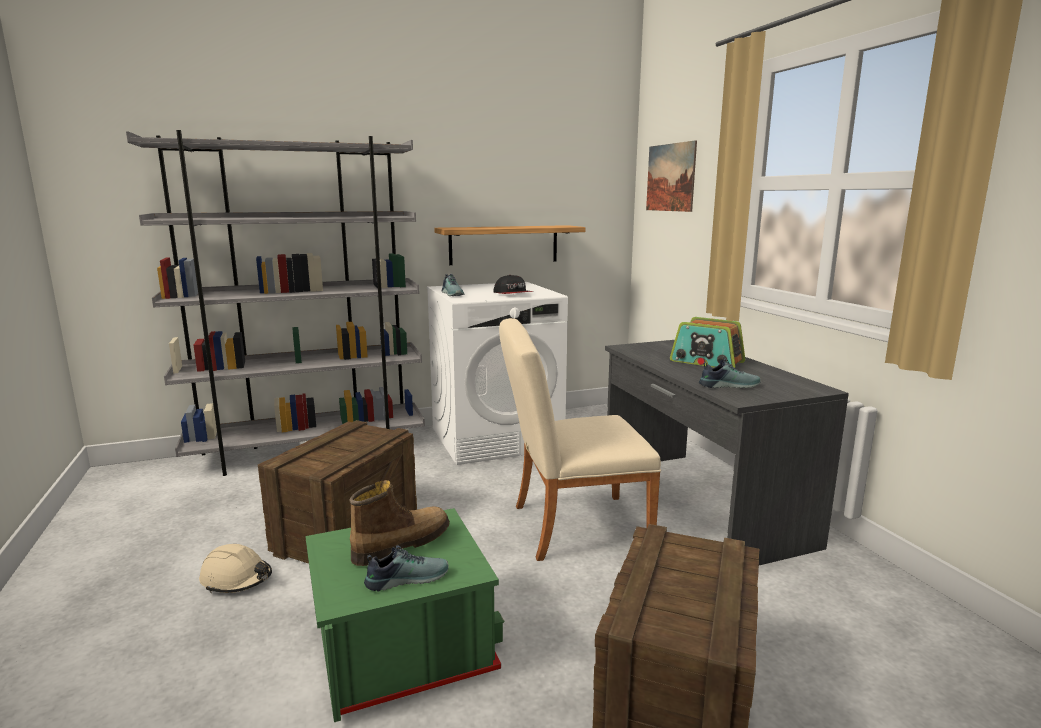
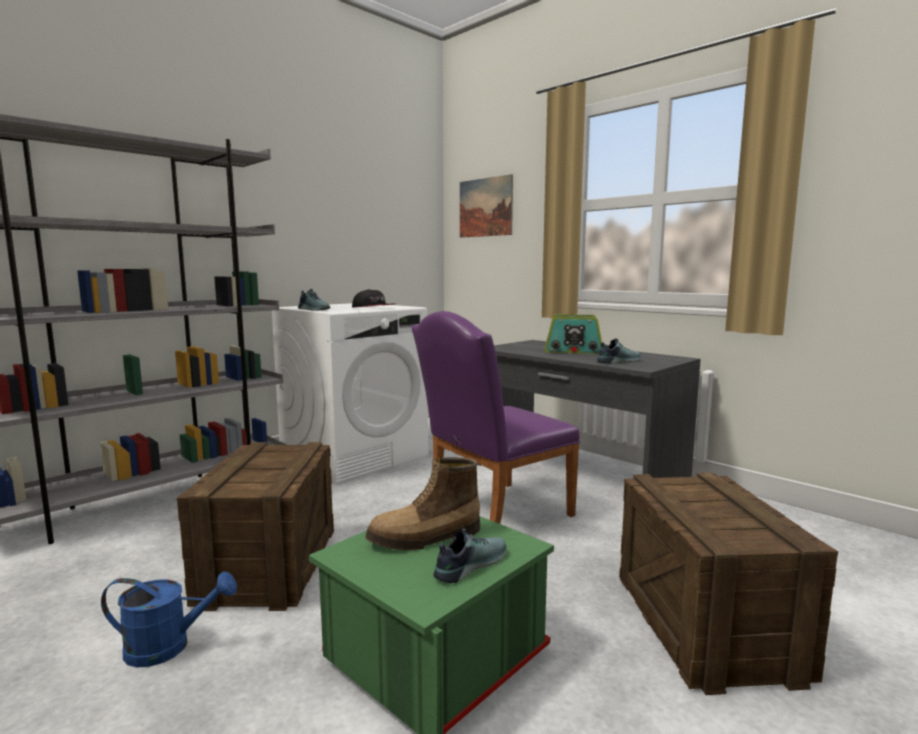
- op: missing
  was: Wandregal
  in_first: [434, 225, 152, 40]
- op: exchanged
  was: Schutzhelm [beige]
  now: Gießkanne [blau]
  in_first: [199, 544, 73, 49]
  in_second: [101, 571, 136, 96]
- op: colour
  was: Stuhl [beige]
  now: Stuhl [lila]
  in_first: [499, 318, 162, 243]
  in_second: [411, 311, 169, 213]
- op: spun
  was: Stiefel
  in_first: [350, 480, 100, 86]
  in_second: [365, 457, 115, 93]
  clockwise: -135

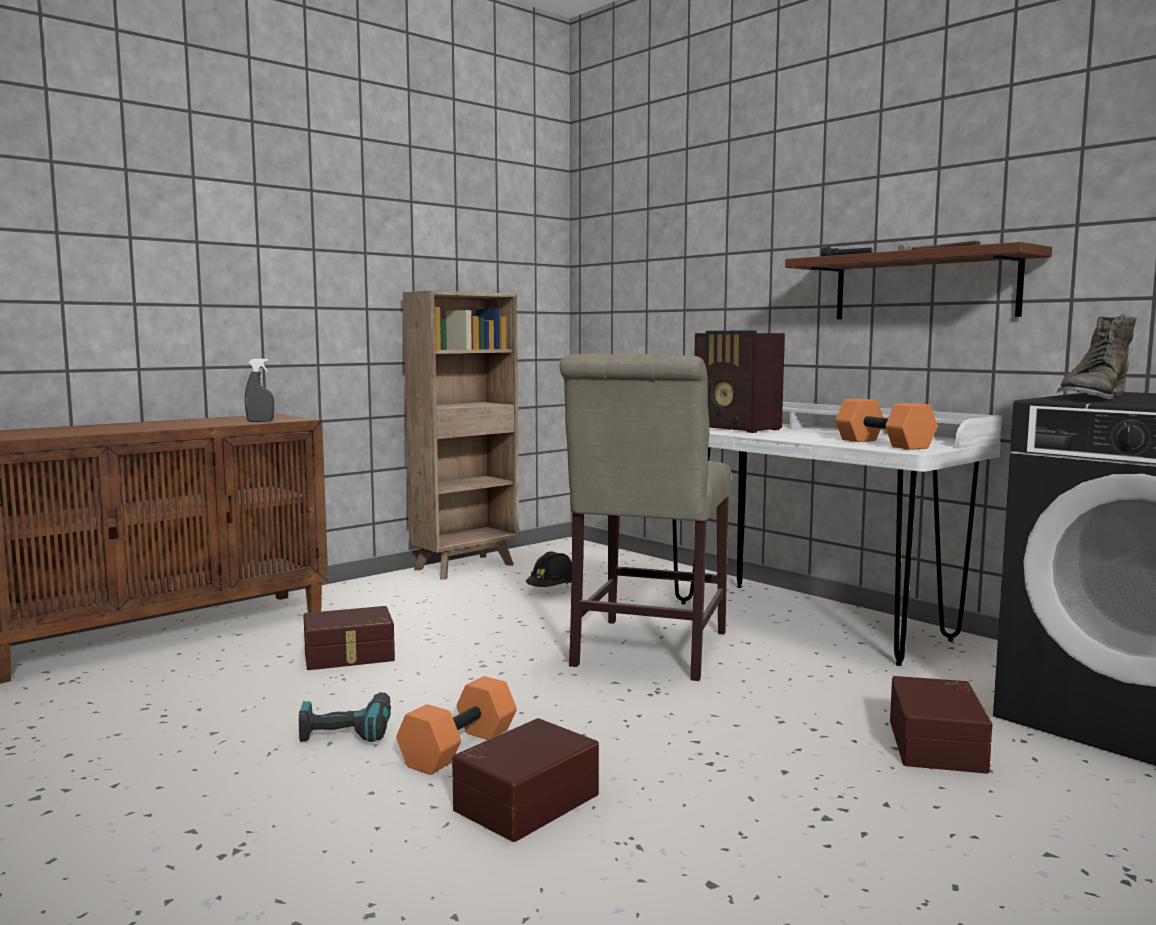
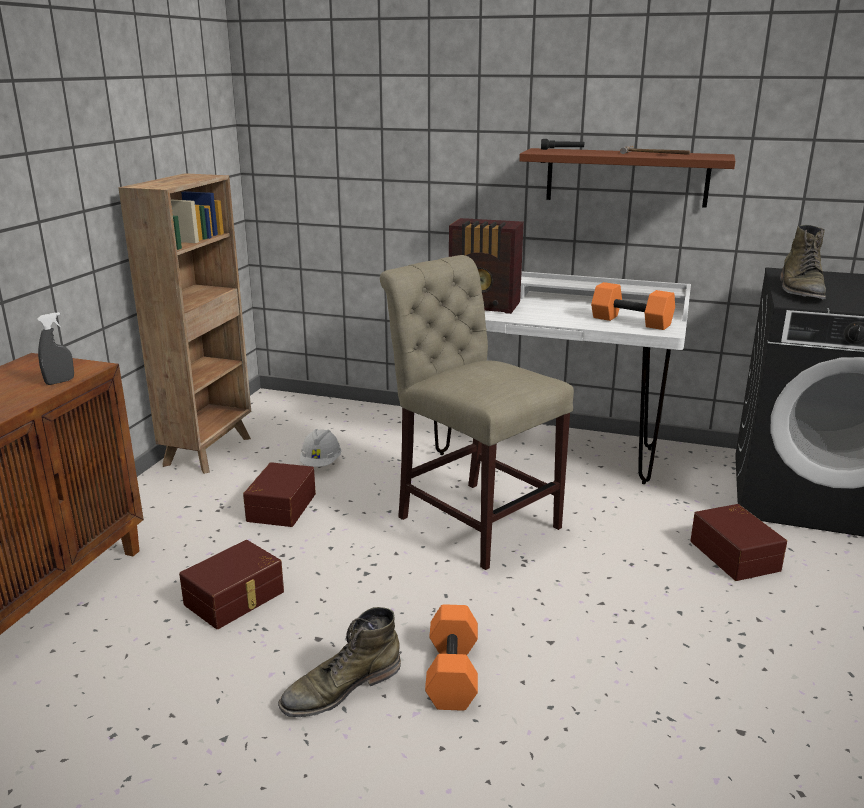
- op: relocated
  was: Aufbewahrungsbox [braun]
  in_first: [452, 718, 147, 124]
  in_second: [243, 462, 73, 65]
- op: exchanged
  was: Bohrmaschine
  now: Stiefel [grün]
  in_first: [299, 692, 92, 50]
  in_second: [278, 607, 123, 110]
- op: colour
  was: Schutzhelm [schwarz]
  now: Schutzhelm [weiß]
  in_first: [526, 551, 46, 36]
  in_second: [300, 429, 41, 38]
- op: spun
  was: Stuhl [beige]
  in_first: [560, 353, 171, 328]
  in_second: [380, 255, 194, 315]
  clockwise: 150

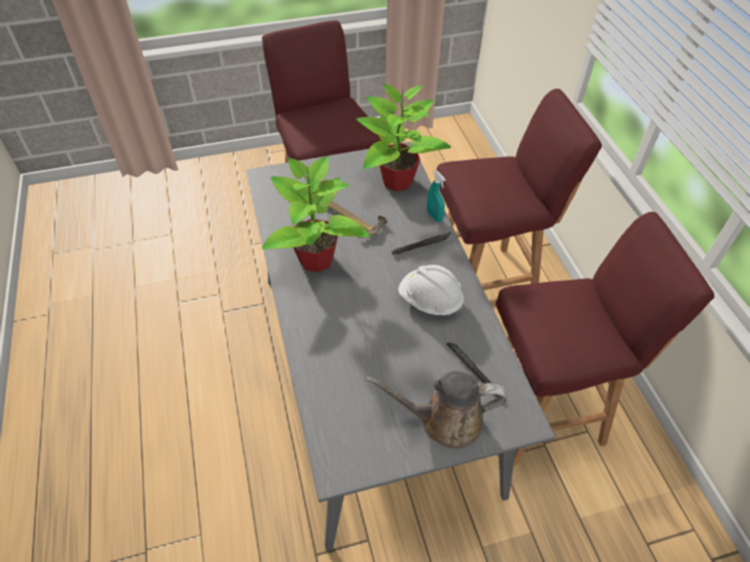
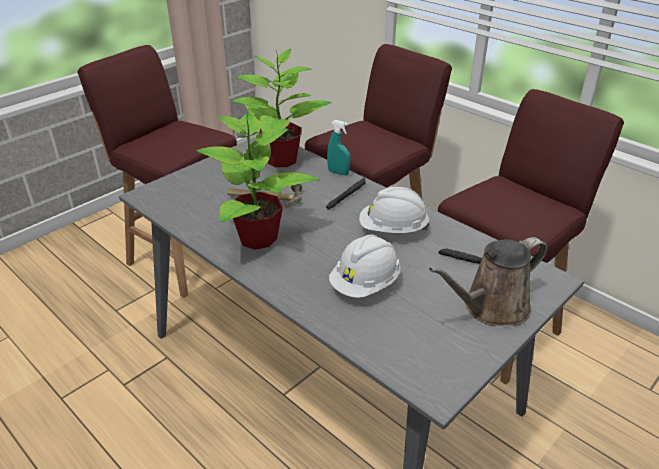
- op: appeared
  now: Schutzhelm [weiß]
  in_second: [329, 235, 72, 63]

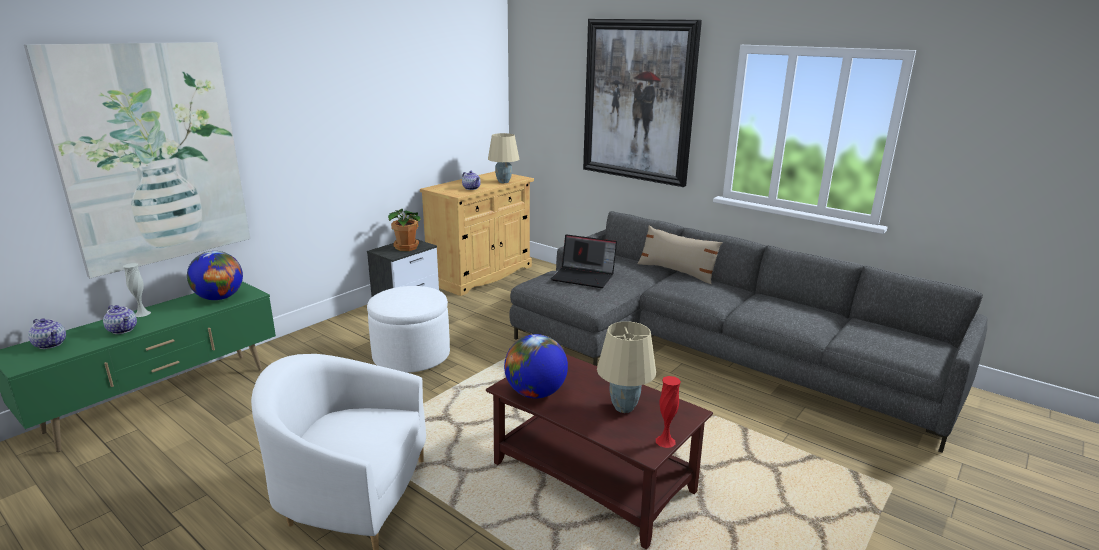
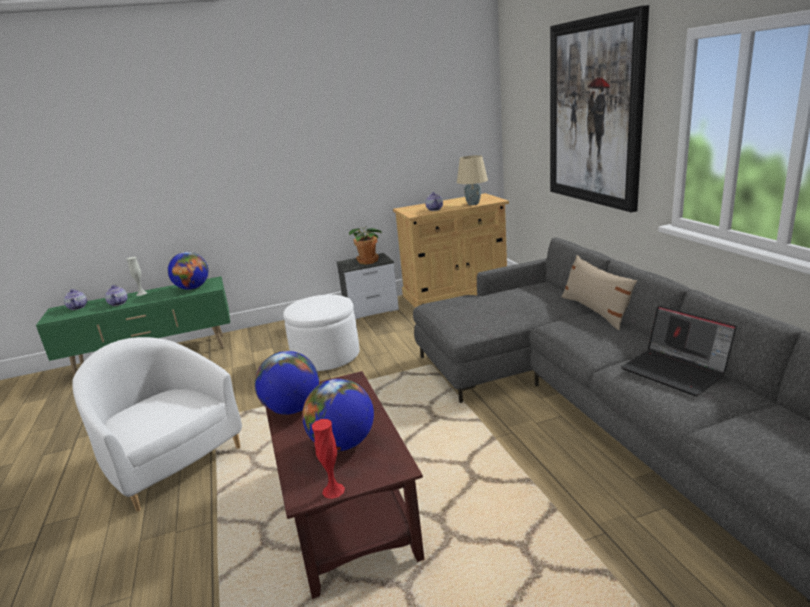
- op: missing
  was: Bild
  in_first: [24, 42, 227, 236]
- op: relocated
  was: Laptop
  in_first: [551, 234, 66, 54]
  in_second: [621, 305, 116, 91]
- op: exchanged
  was: Tischlampe [beige]
  now: Globus
  in_first: [597, 321, 59, 92]
  in_second: [302, 379, 72, 72]

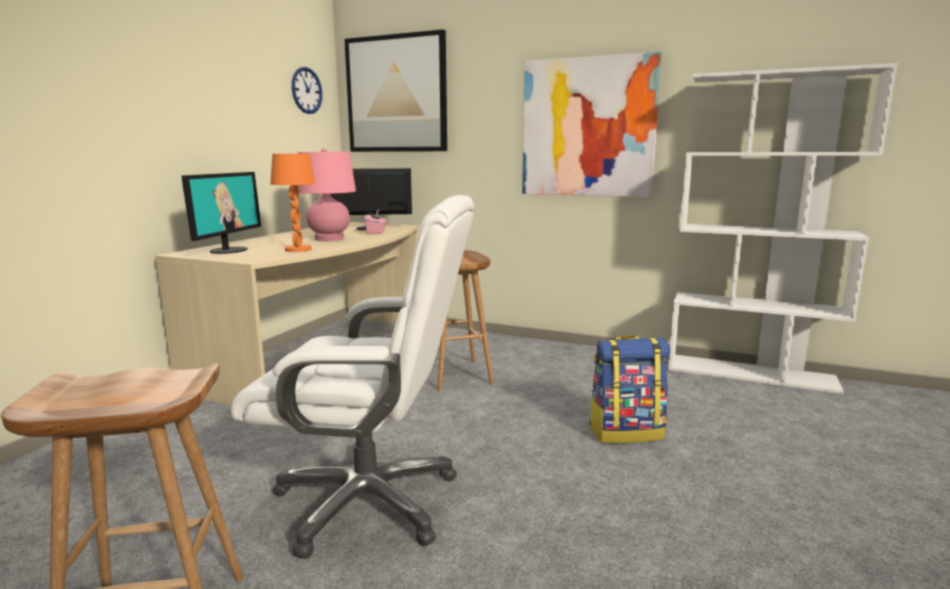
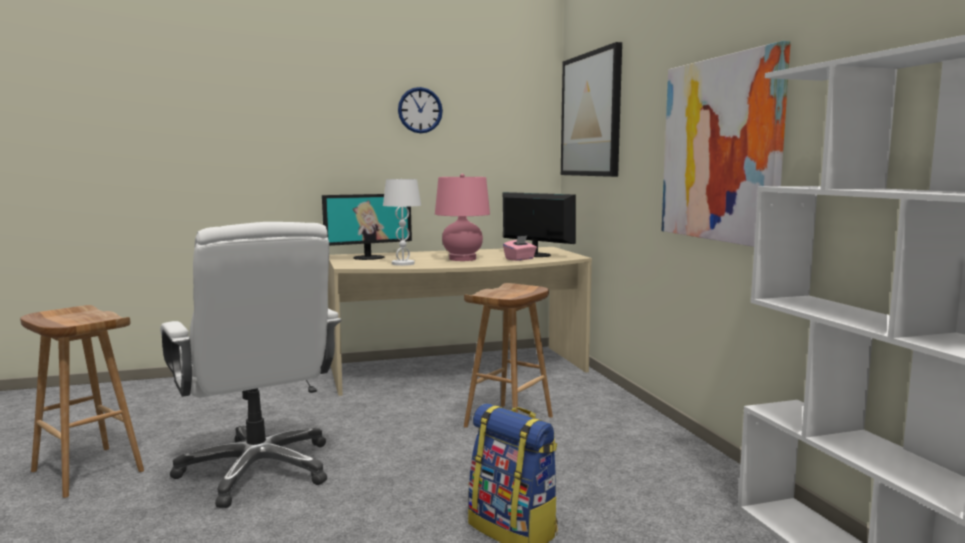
- op: relocated
  was: Wanduhr
  in_first: [292, 67, 30, 47]
  in_second: [398, 87, 45, 46]
- op: colour
  was: Tischlampe [orange]
  now: Tischlampe [weiß]
  in_first: [270, 154, 46, 98]
  in_second: [383, 179, 38, 87]

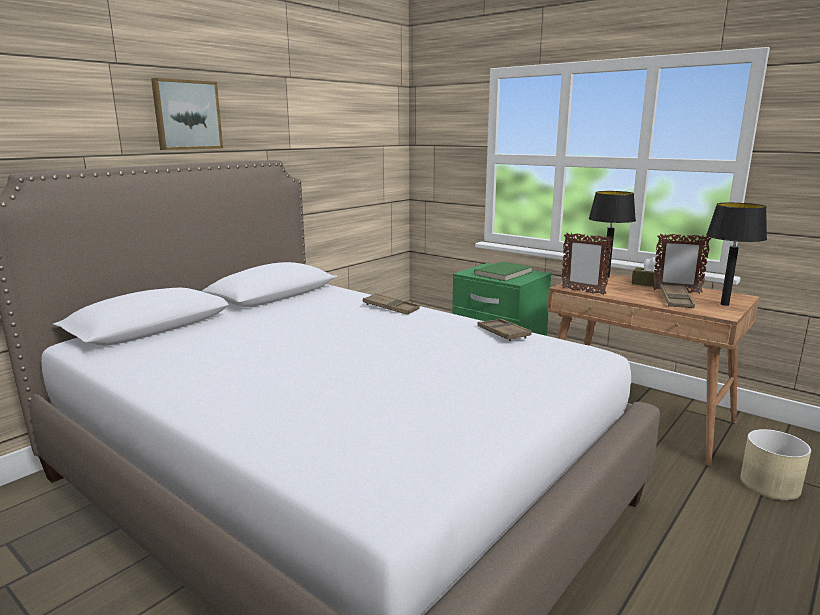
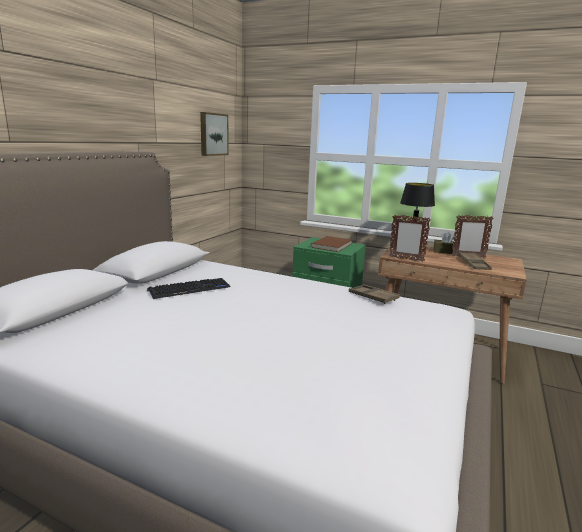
- op: missing
  was: Tablett [braun]
  in_first: [363, 293, 57, 21]
- op: missing
  was: Tischlampe [schwarz]
  in_first: [706, 202, 61, 104]
- op: missing
  was: Pflanzkübel [beige]
  in_first: [740, 429, 71, 71]
- op: appeared
  now: Tastatur
  in_second: [147, 278, 83, 21]
- op: relocated
  was: Bild
  in_first: [151, 78, 72, 72]
  in_second: [200, 112, 29, 44]
- op: colour
  was: Buch [grün]
  now: Buch [braun]
  in_first: [474, 261, 58, 20]
  in_second: [311, 236, 41, 16]

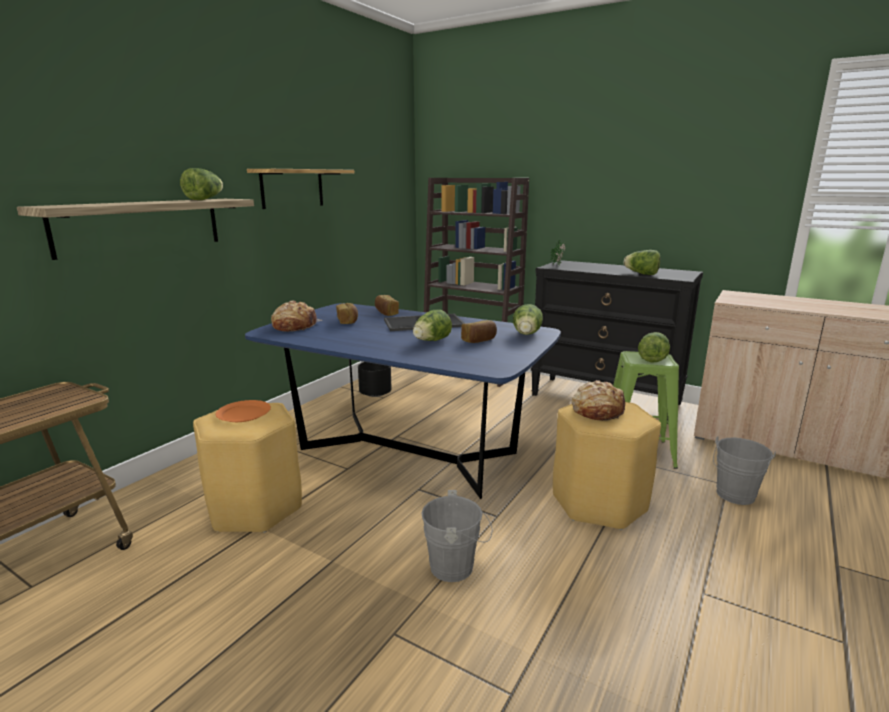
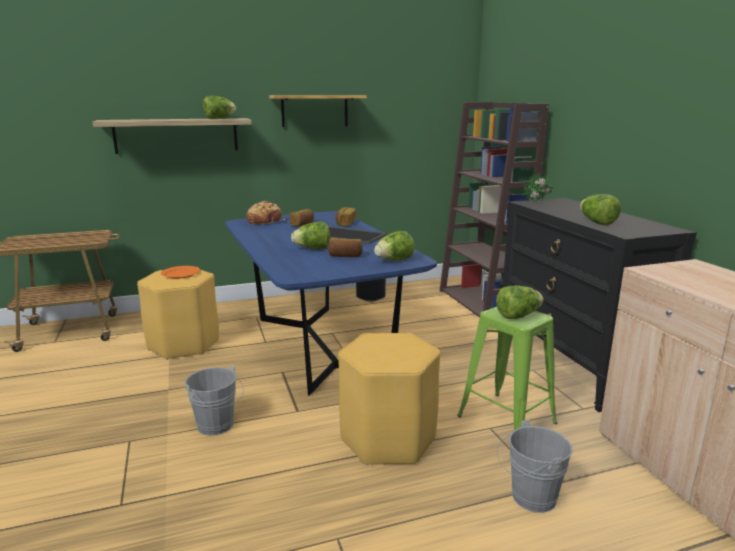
- op: missing
  was: Brot
  in_first: [571, 380, 54, 41]

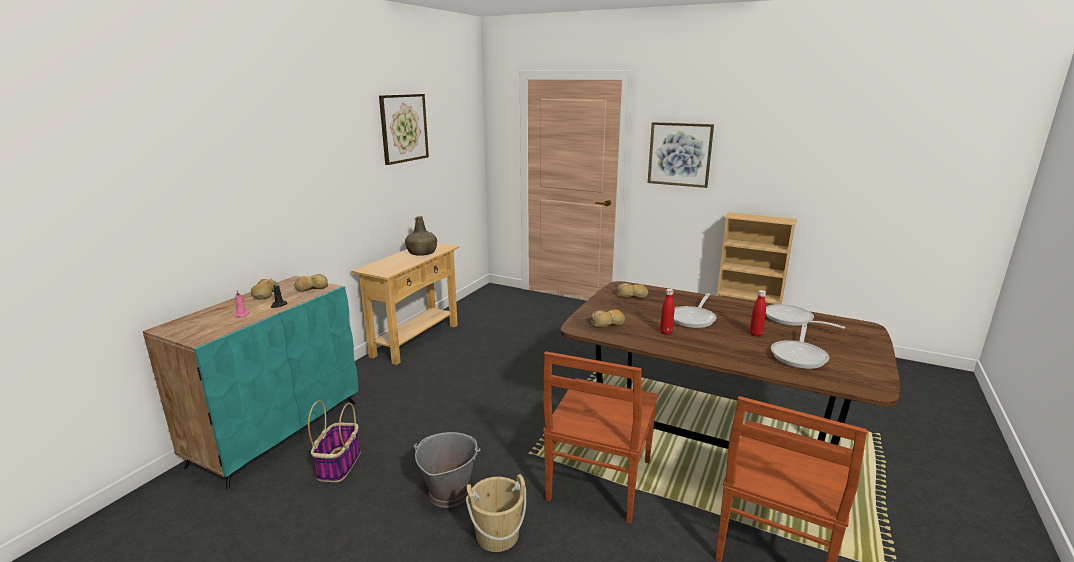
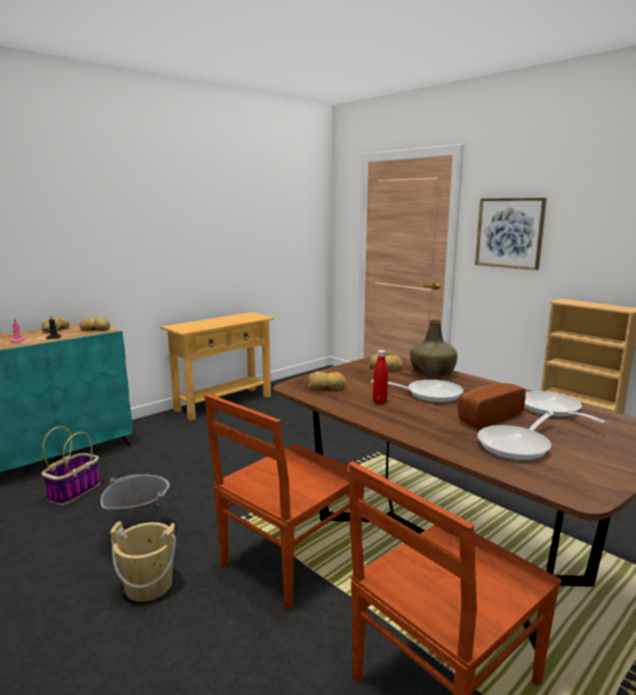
- op: missing
  was: Bild
  in_first: [379, 94, 50, 71]
- op: relocated
  was: Flasche [grün]
  in_first: [405, 216, 32, 40]
  in_second: [410, 319, 47, 58]
- op: exchanged
  was: Flasche [rot]
  now: Brot
  in_first: [750, 290, 16, 47]
  in_second: [458, 383, 68, 46]
- op: spun
  was: Pfanne
  in_first: [673, 293, 43, 35]
  in_second: [371, 380, 92, 23]
  clockwise: -135

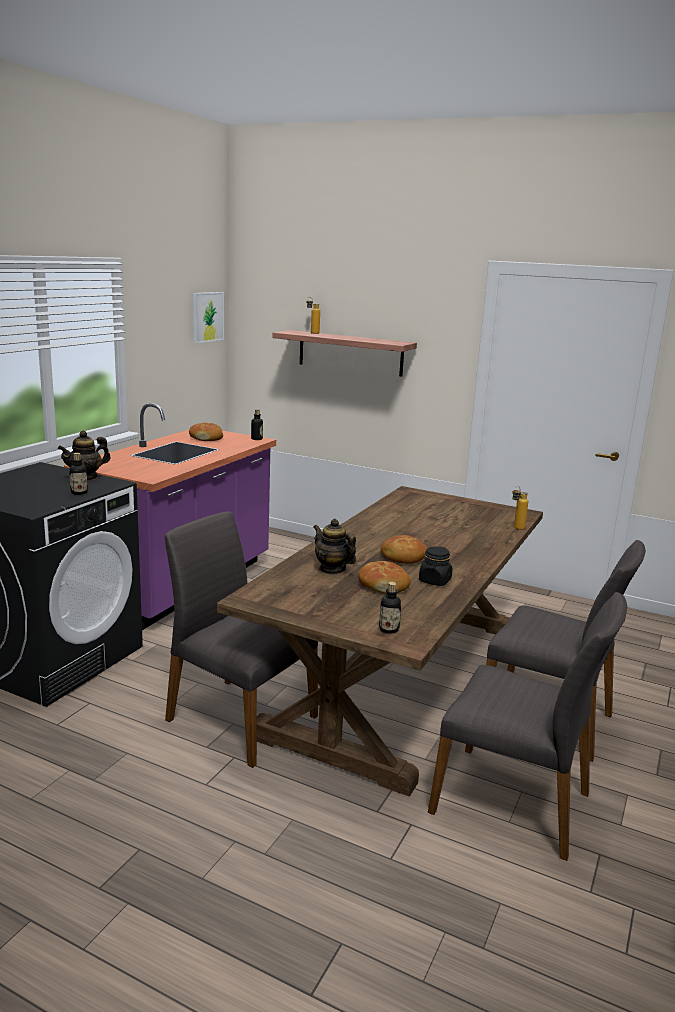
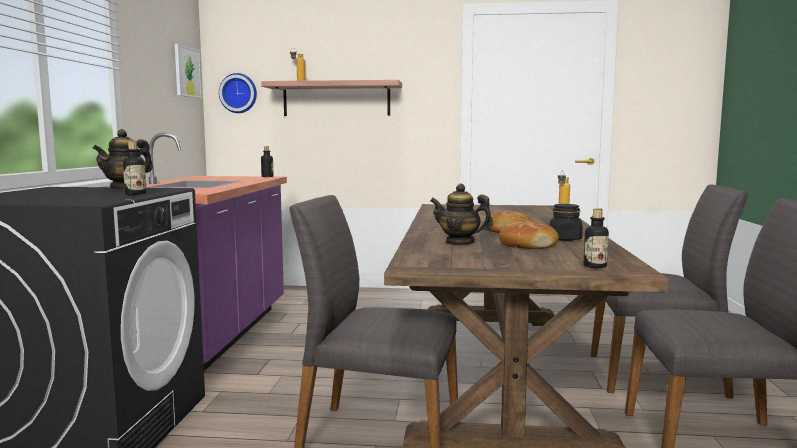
- op: missing
  was: Brot
  in_first: [189, 423, 34, 18]
- op: appeared
  now: Wanduhr
  in_second: [219, 73, 38, 40]

